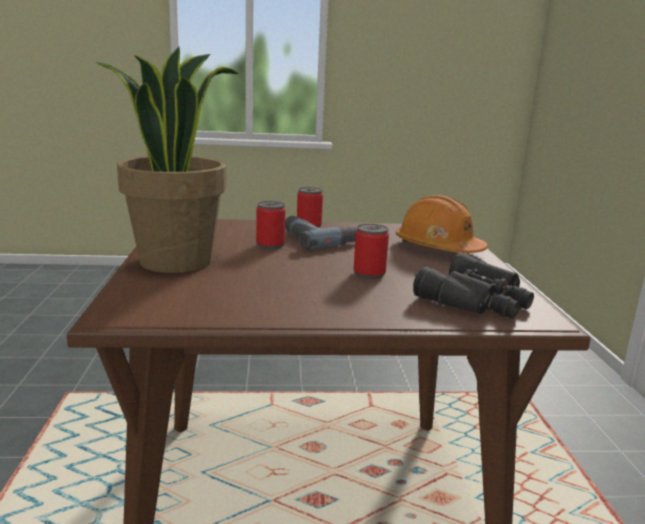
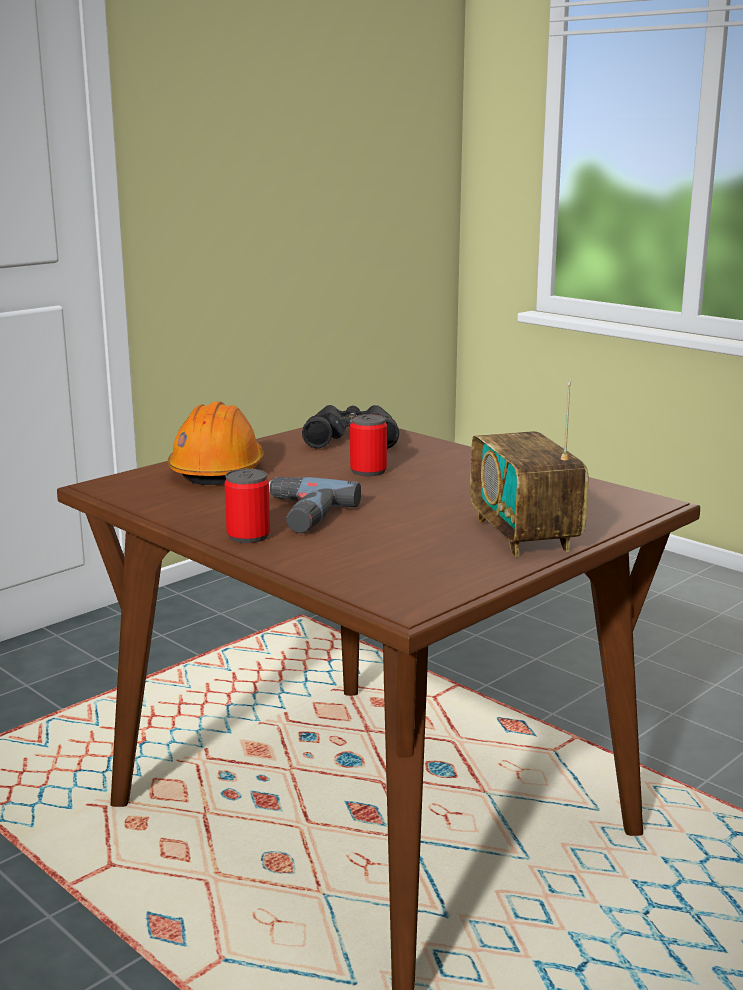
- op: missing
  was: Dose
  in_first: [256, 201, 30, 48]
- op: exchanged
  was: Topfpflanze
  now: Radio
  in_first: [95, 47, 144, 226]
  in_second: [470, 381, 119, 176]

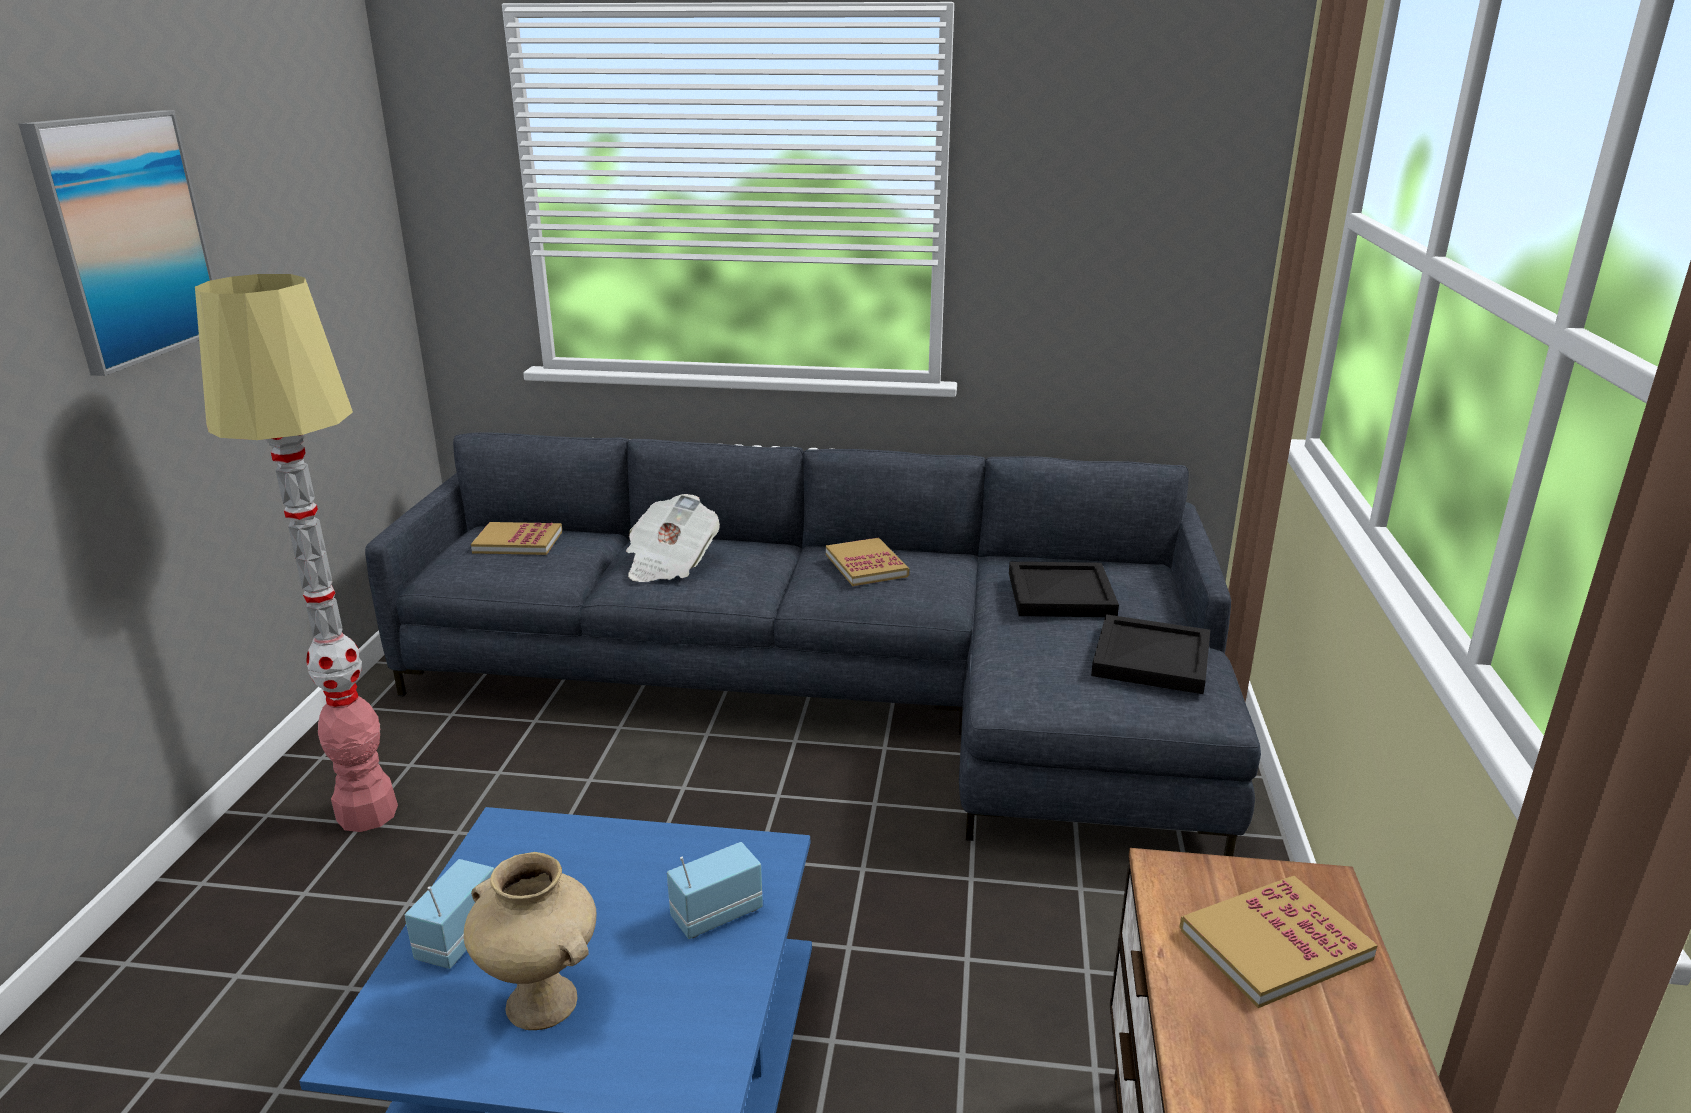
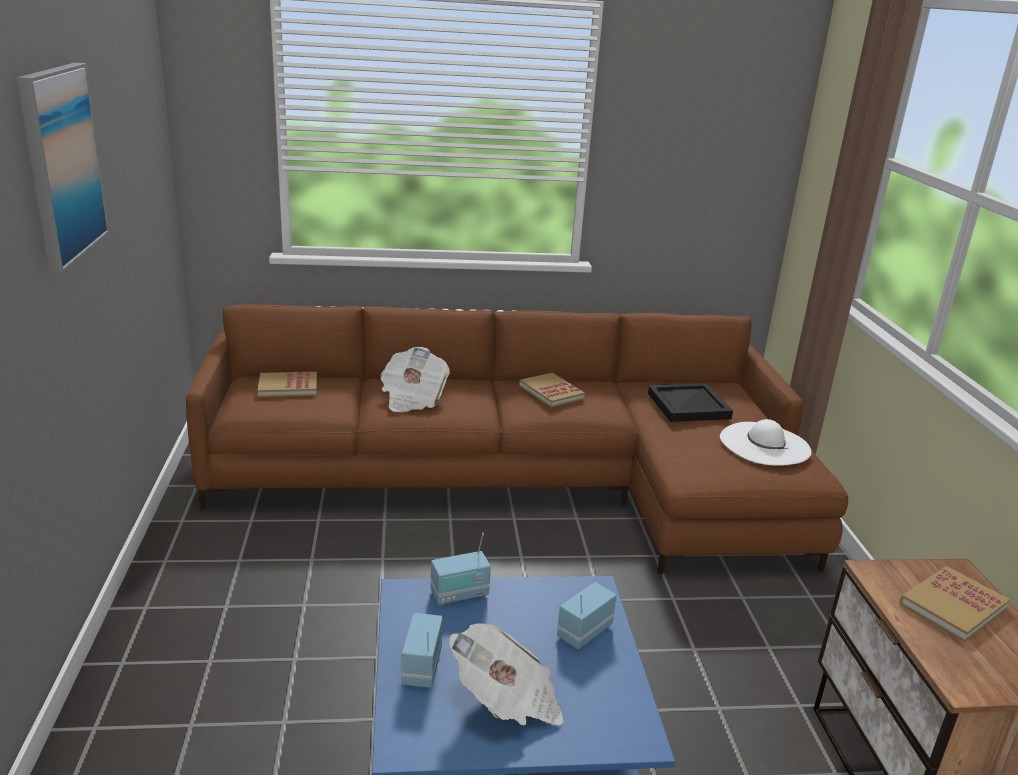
- op: missing
  was: Stehlampe
  in_first: [195, 274, 203, 558]
- op: appeared
  now: Radio
  in_second: [431, 533, 60, 72]
- op: exchanged
  was: Vase [beige]
  now: Zeitung
  in_first: [464, 852, 132, 178]
  in_second: [449, 623, 115, 103]
- op: exchanged
  was: Tablett [schwarz]
  now: Hut [weiß]
  in_first: [1091, 614, 119, 80]
  in_second: [720, 419, 92, 47]
- op: colour
  was: Sofa [grau]
  now: Sofa [braun]
  in_first: [365, 432, 896, 424]
  in_second: [186, 304, 662, 270]

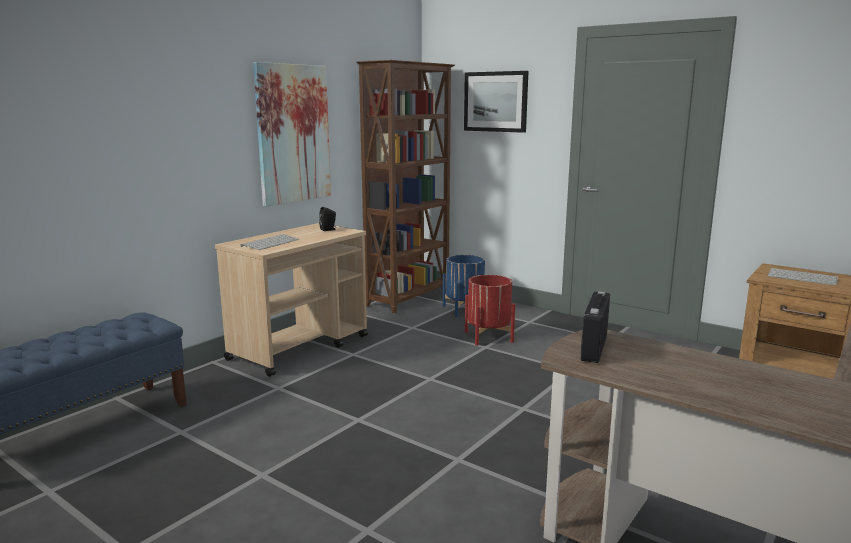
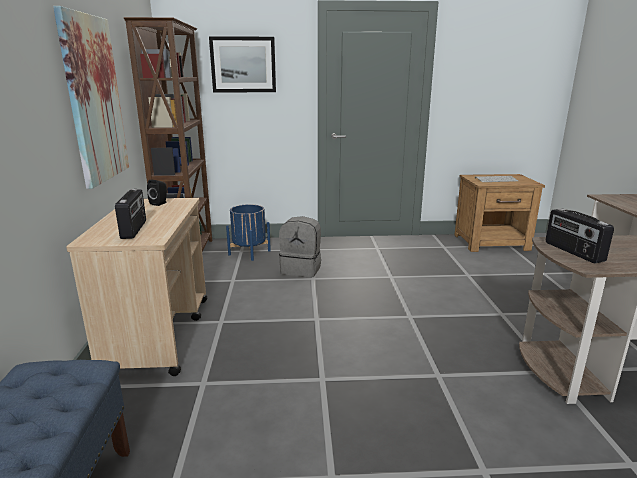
- op: exchanged
  was: Tastatur
  now: Radio
  in_first: [240, 234, 60, 16]
  in_second: [115, 189, 31, 50]
- op: exchanged
  was: Pflanzkübel [rot]
  now: Rucksack [grau]
  in_first: [465, 275, 50, 71]
  in_second: [279, 216, 42, 62]

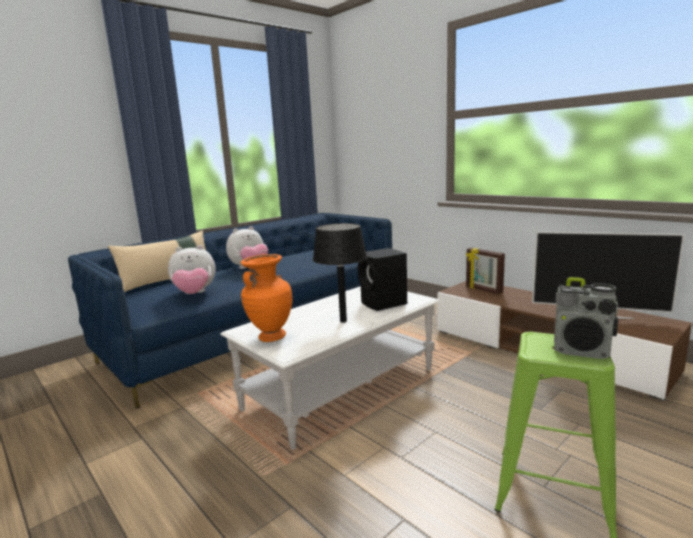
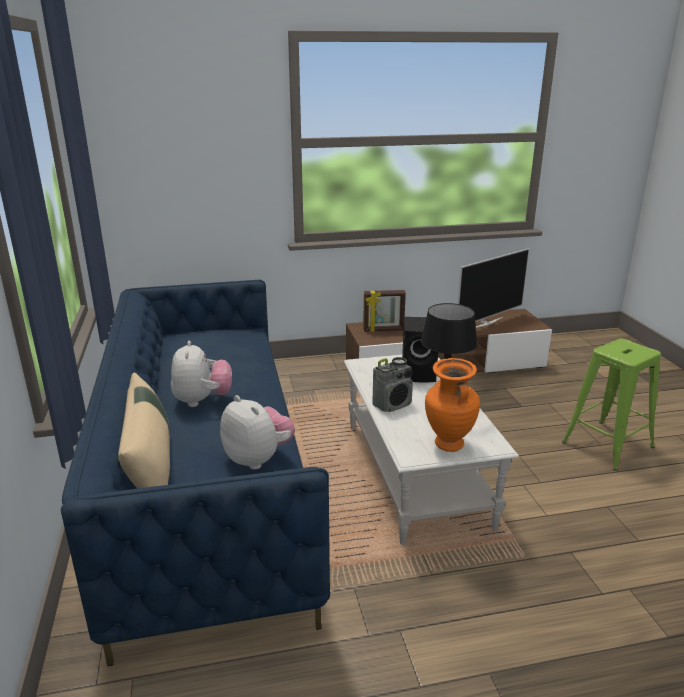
- op: relocated
  was: Radio
  in_first: [554, 277, 64, 82]
  in_second: [372, 357, 41, 55]
- op: spun
  was: Plüschtier
  in_first: [168, 245, 48, 49]
  in_second: [220, 395, 75, 75]
  clockwise: -60

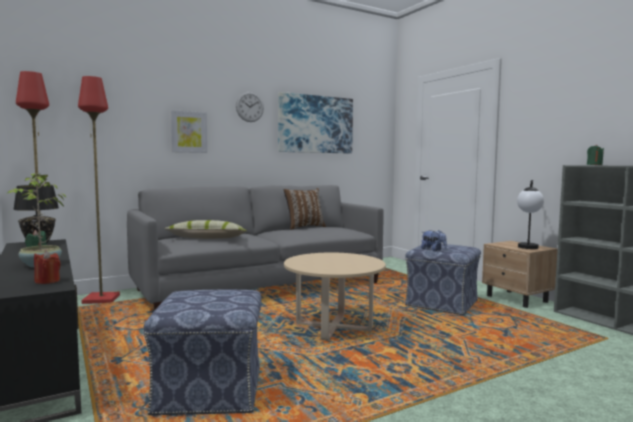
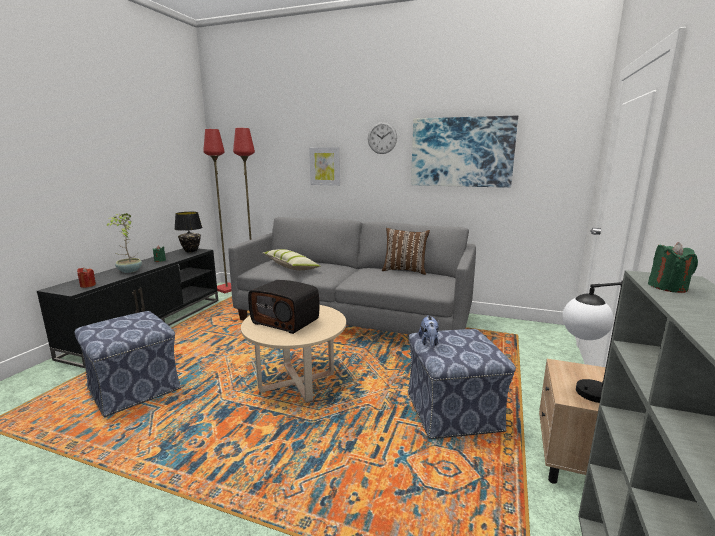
- op: appeared
  now: Radio
  in_second: [248, 280, 72, 54]

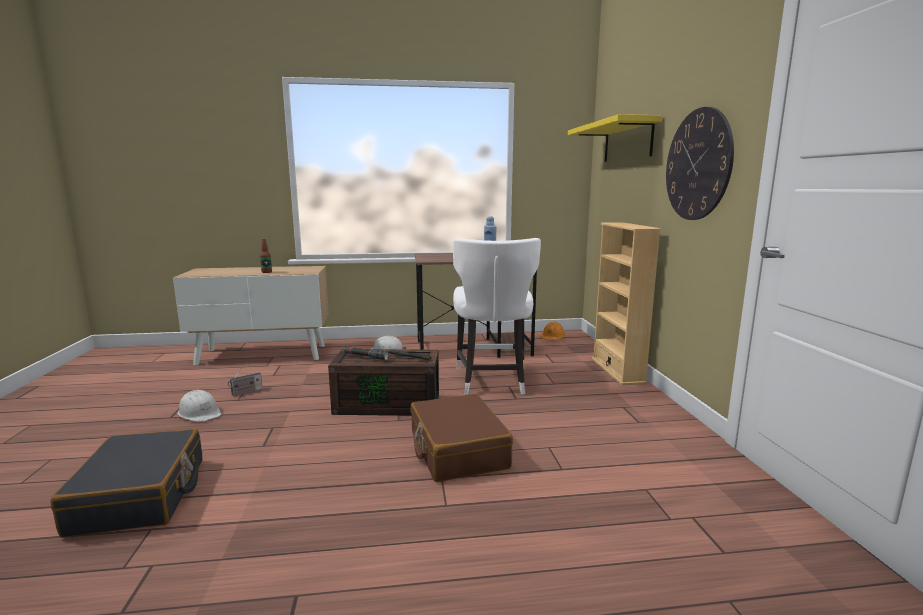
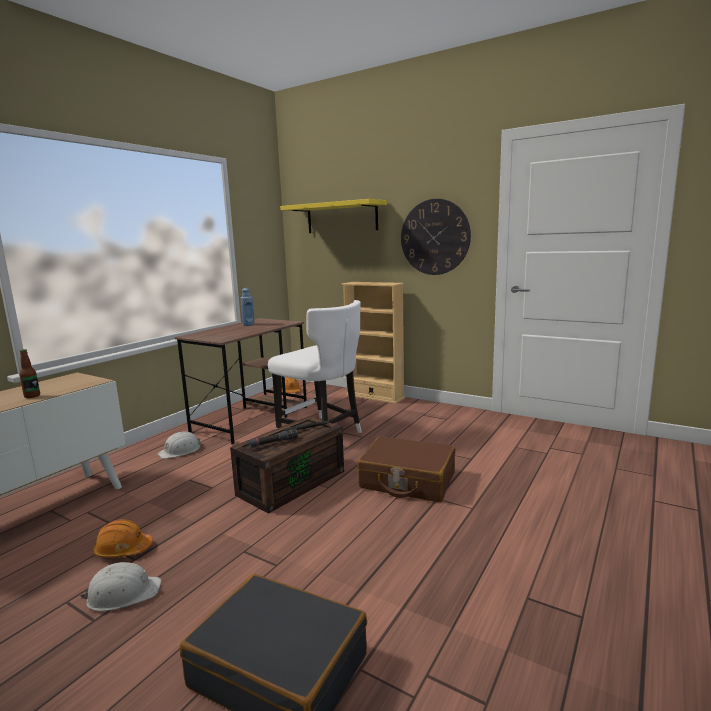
- op: exchanged
  was: Radio
  now: Schutzhelm [orange]
  in_first: [227, 369, 35, 27]
  in_second: [93, 519, 60, 39]

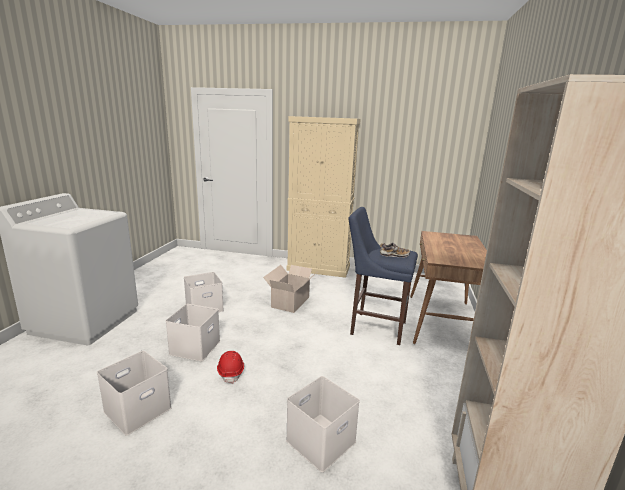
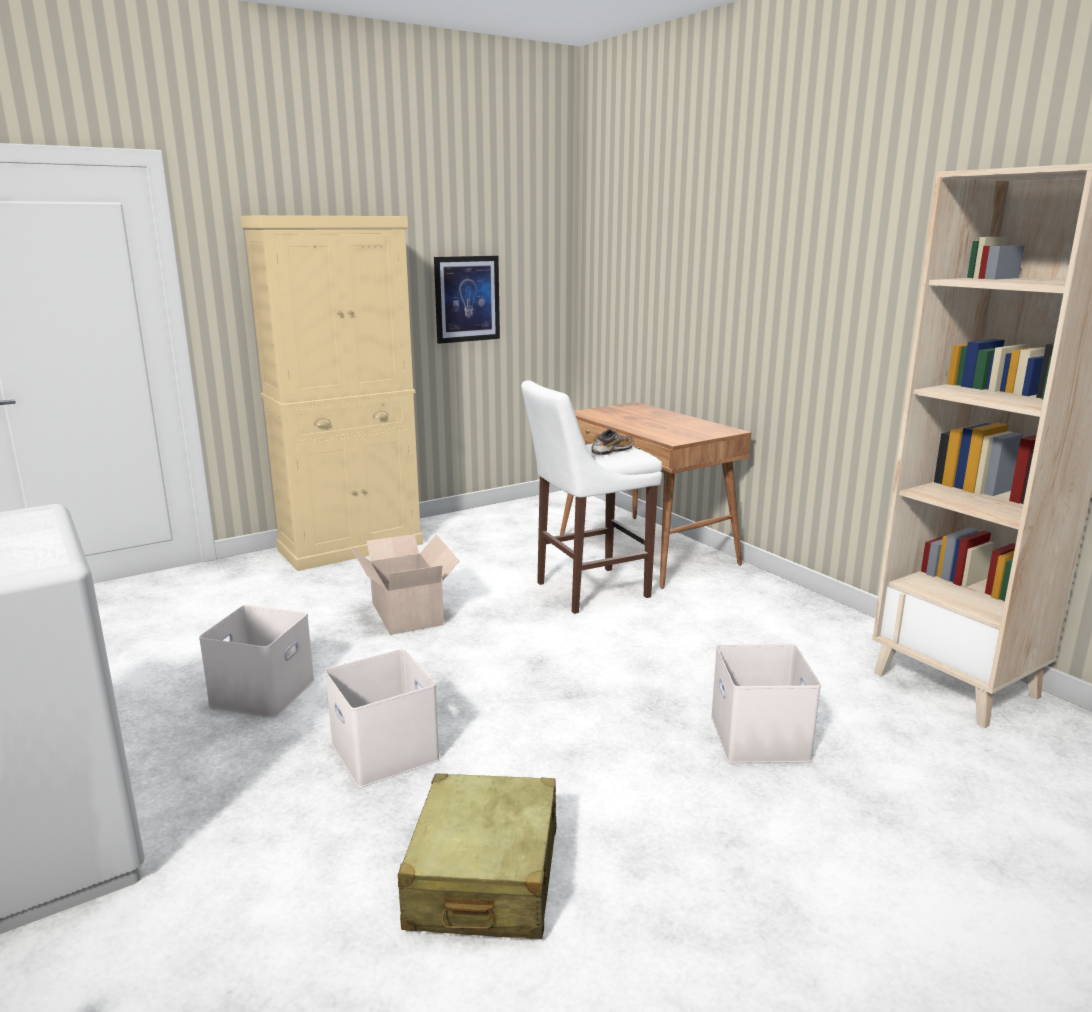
- op: missing
  was: Schutzhelm [rot]
  in_first: [217, 351, 27, 33]
- op: appeared
  now: Bild
  in_second: [434, 256, 66, 88]
- op: exchanged
  was: Aufbewahrungsbox [weiß]
  now: Koffer [beige]
  in_first: [97, 351, 75, 85]
  in_second: [398, 773, 159, 166]
- op: colour
  was: Hocker [blau]
  now: Hocker [weiß]
  in_first: [349, 207, 69, 138]
  in_second: [521, 380, 141, 234]

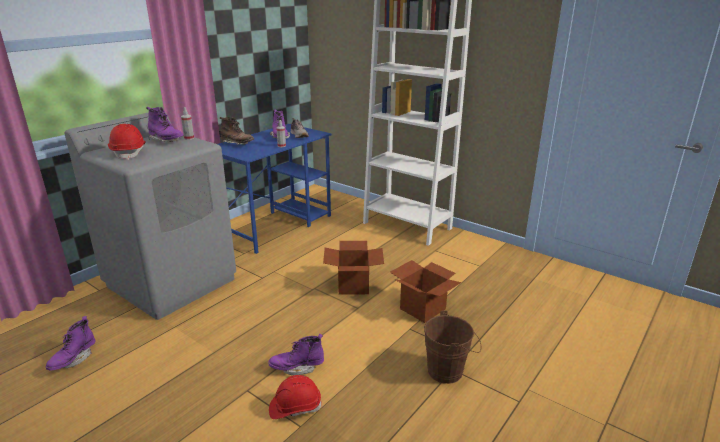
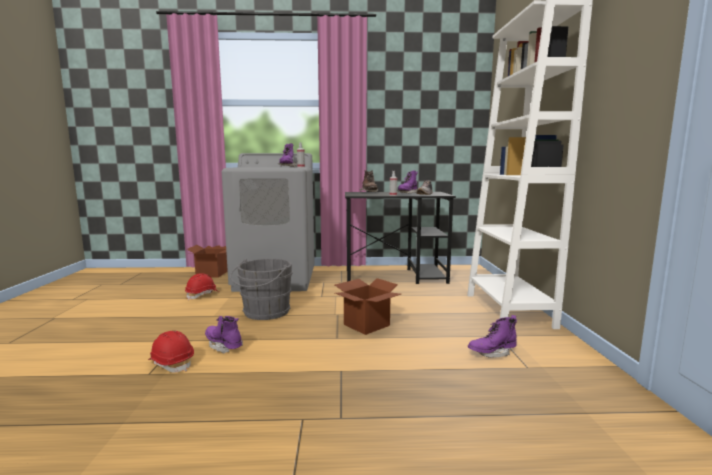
- op: missing
  was: Eimer [braun]
  in_first: [424, 310, 57, 74]
- op: appeared
  now: Eimer [grau]
  in_second: [230, 259, 63, 61]
- op: relocated
  was: Stiefel [lila]
  in_first: [46, 316, 49, 54]
  in_second: [468, 315, 49, 43]
- op: relocated
  was: Schutzhelm [rot]
  in_first: [108, 124, 37, 36]
  in_second: [185, 273, 34, 27]
- op: relocated
  was: Karton
  in_first: [390, 260, 72, 63]
  in_second: [187, 245, 41, 33]
- op: colour
  was: Schreibtisch [blau]
  now: Schreibtisch [schwarz]
  in_first: [218, 124, 114, 130]
  in_second: [345, 192, 111, 92]

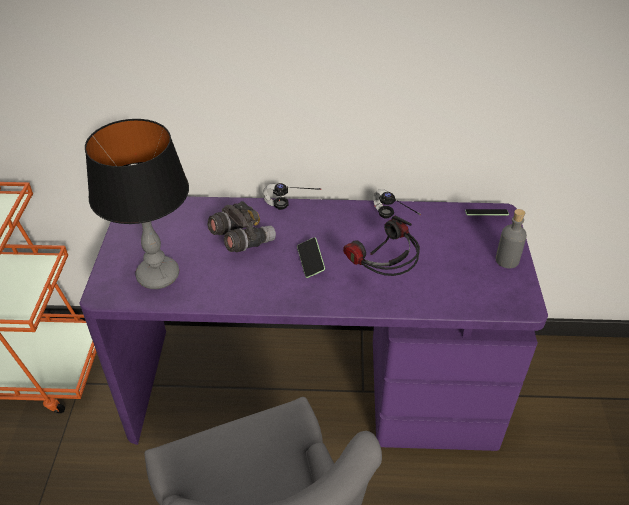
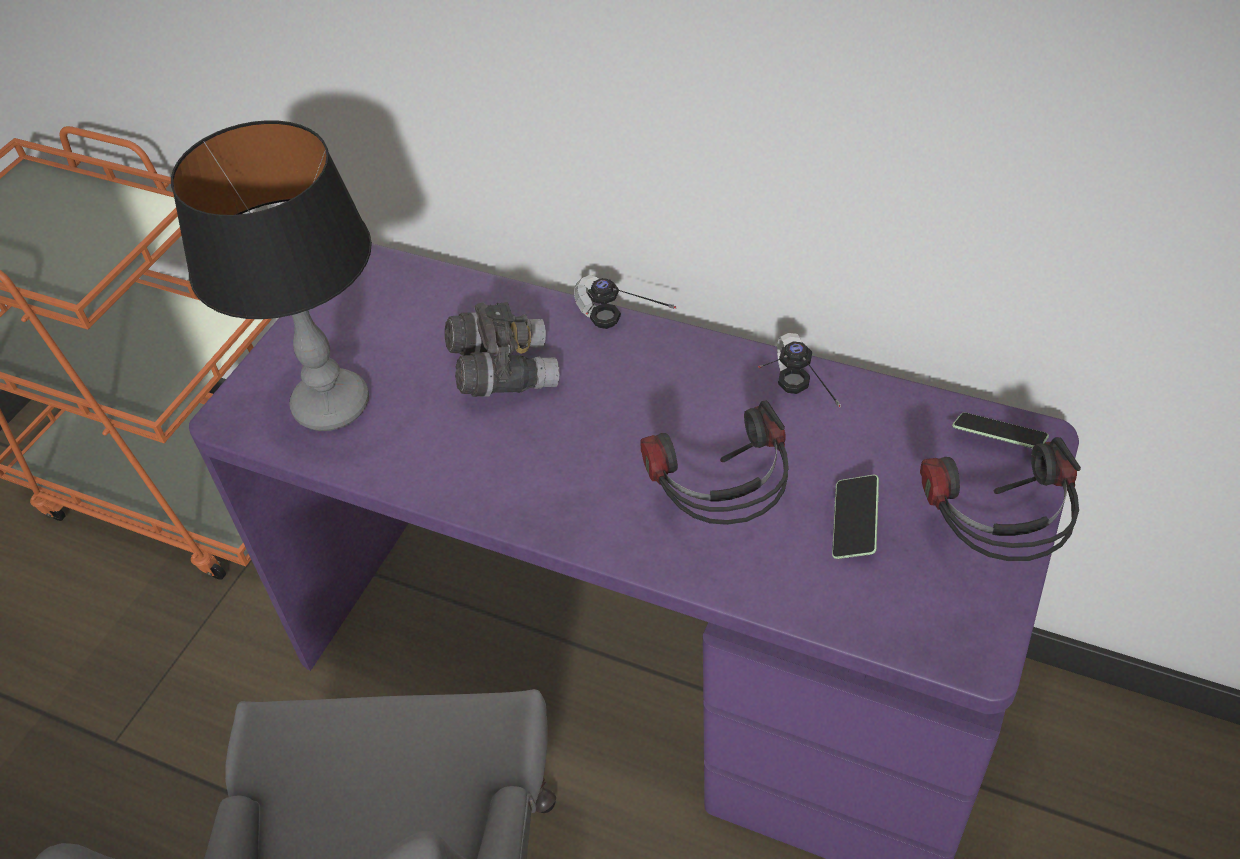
- op: relocated
  was: Handy
  in_first: [297, 237, 28, 41]
  in_second: [832, 475, 47, 84]
- op: exchanged
  was: Flasche [grau]
  now: Kopfhörer
  in_first: [496, 209, 31, 59]
  in_second: [920, 437, 161, 124]

